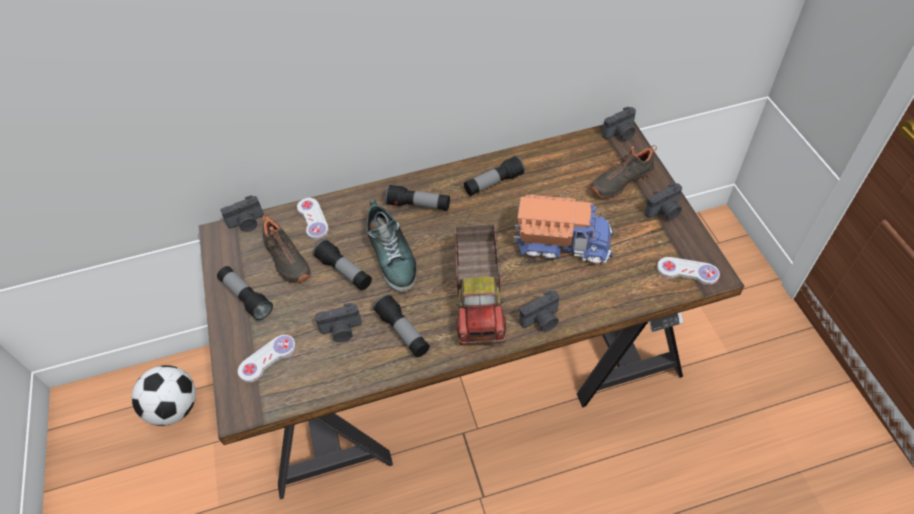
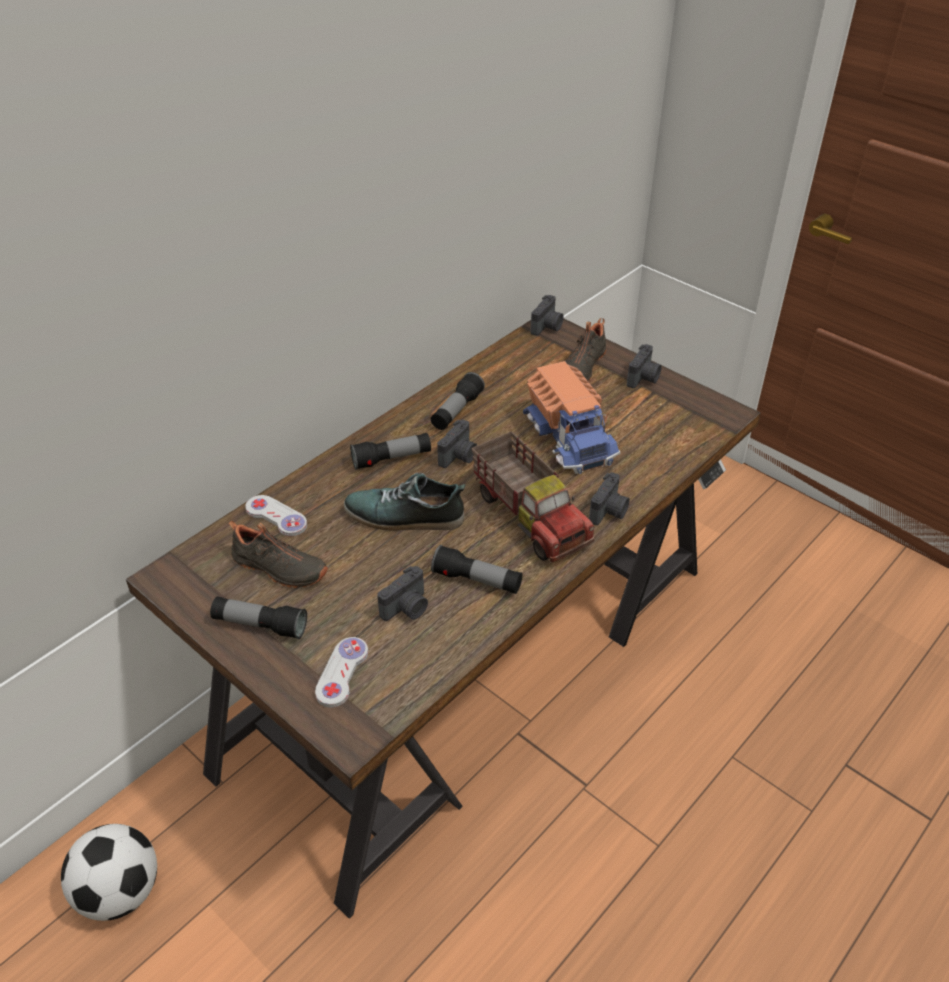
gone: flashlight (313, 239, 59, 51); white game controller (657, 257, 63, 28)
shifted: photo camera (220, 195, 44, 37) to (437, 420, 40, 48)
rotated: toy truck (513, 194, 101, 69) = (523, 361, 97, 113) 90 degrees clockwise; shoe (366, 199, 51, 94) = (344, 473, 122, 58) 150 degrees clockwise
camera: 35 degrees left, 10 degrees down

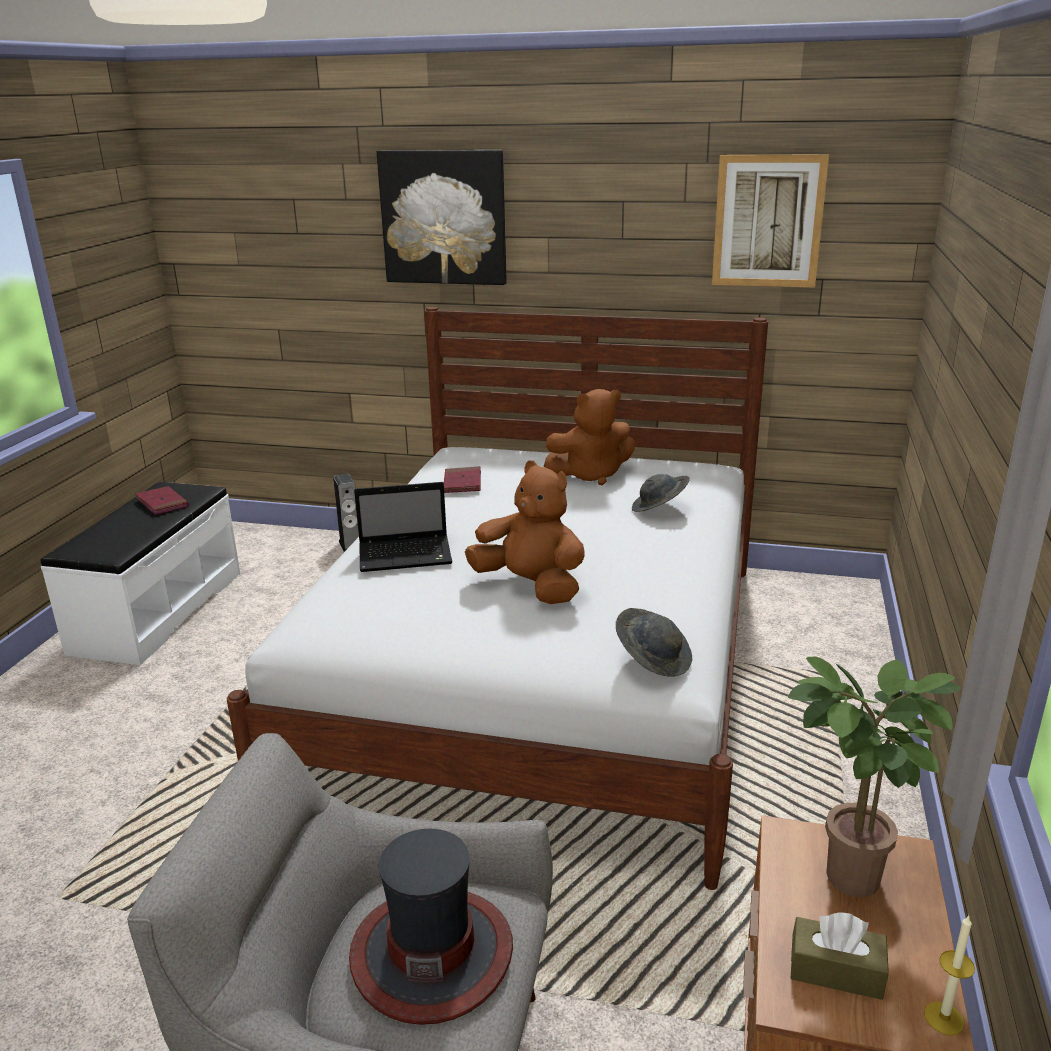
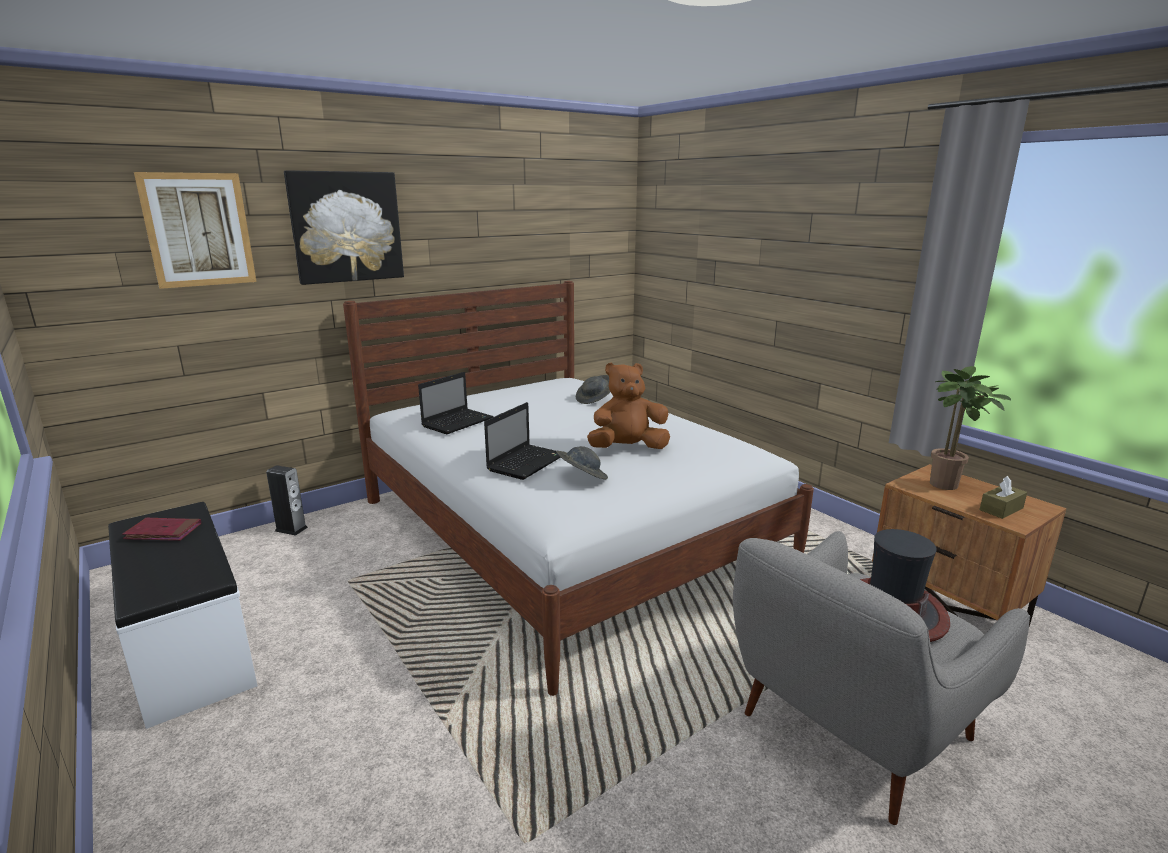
gone: brown plush toy (544, 389, 91, 96); candle (924, 915, 51, 120)
shifted: picture (712, 154, 117, 134) to (134, 172, 123, 117); grey hat (616, 608, 76, 69) to (556, 446, 52, 34)
swapped: red book (444, 467, 37, 26) to laptop (418, 372, 76, 62)
camera: 50 degrees left, 5 degrees down

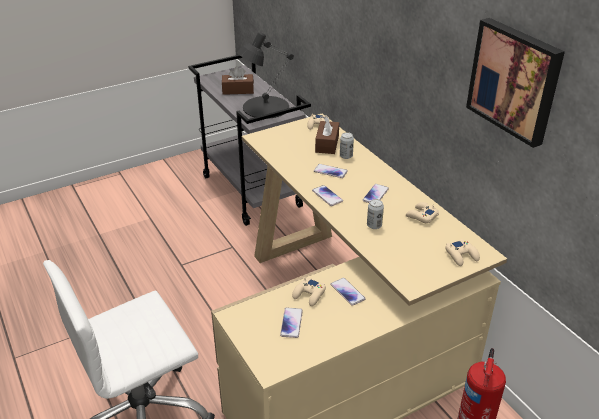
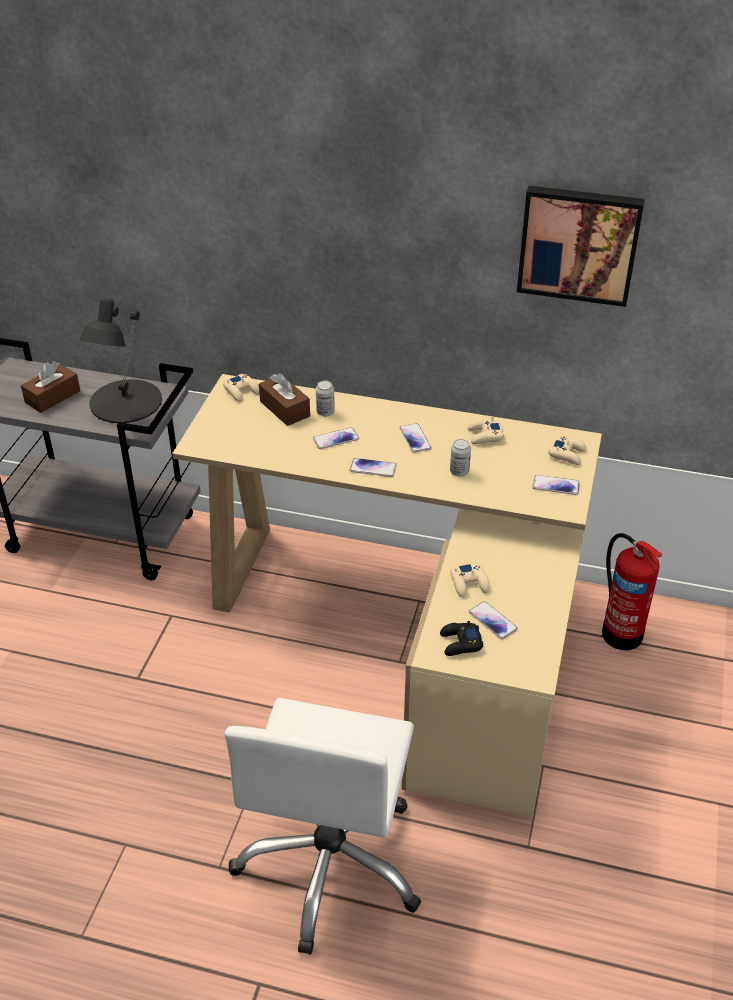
new: black game controller (440, 621, 43, 35)
shifted: phone (331, 278, 35, 28) to (533, 475, 47, 20)
camera: 45 degrees left, 5 degrees up

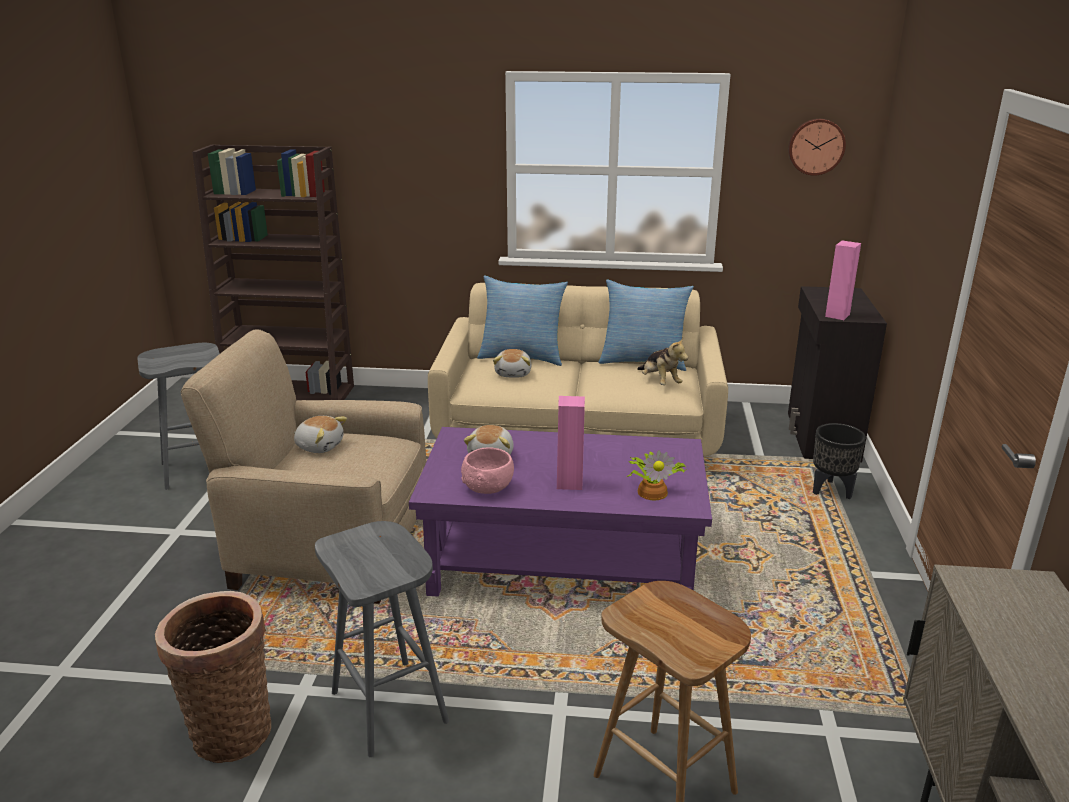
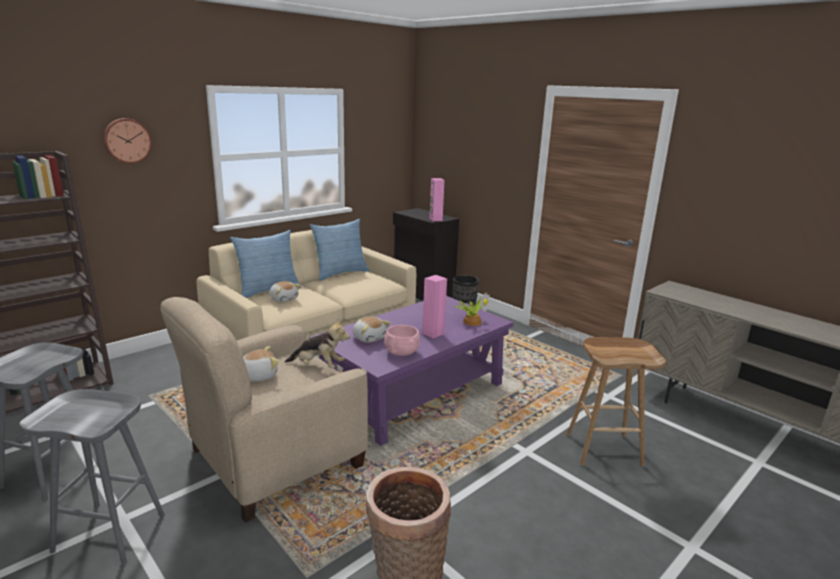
shifted: wall clock (788, 119, 58, 57) to (103, 118, 49, 46); plush toy (637, 338, 51, 47) to (285, 319, 65, 49); grey stool (315, 521, 134, 236) to (19, 389, 146, 176)
camera: 50 degrees left, 5 degrees down

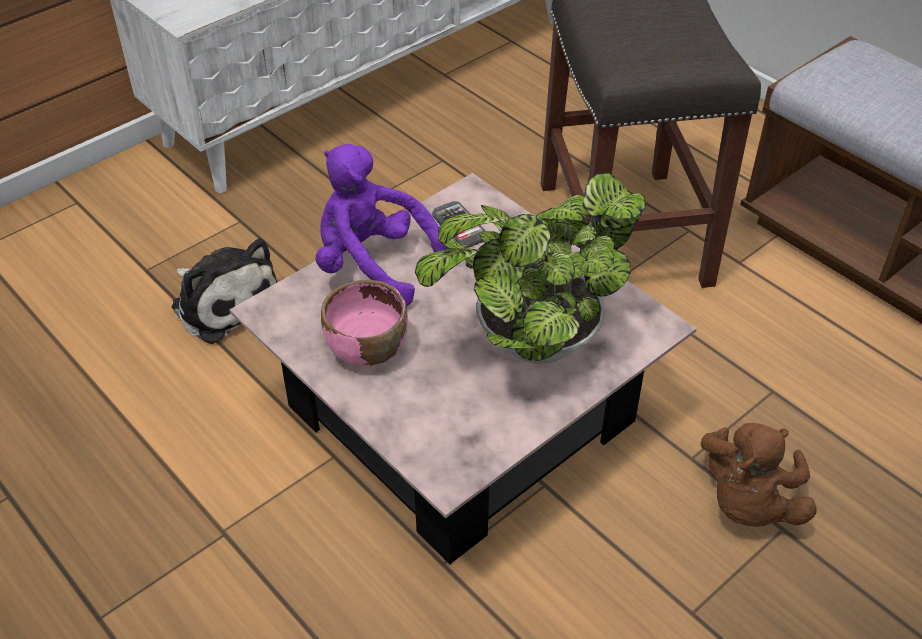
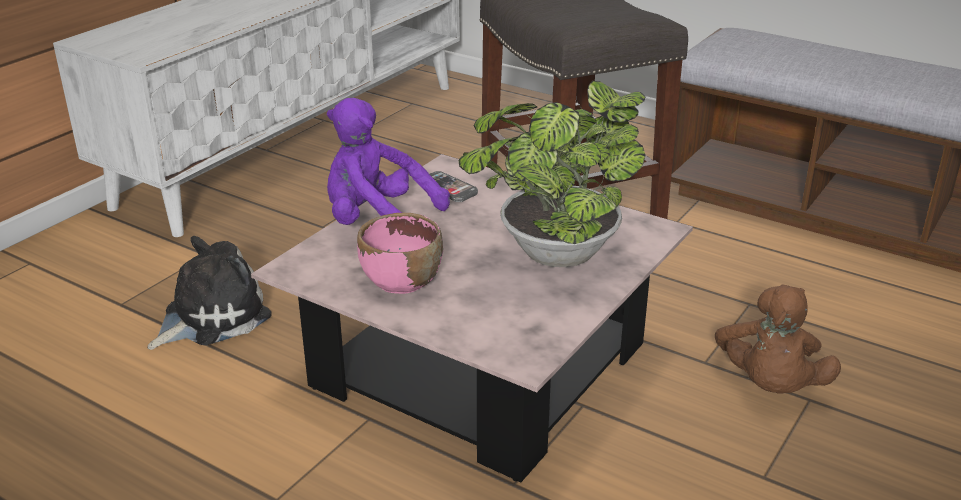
rotated: plush toy (172, 238, 105, 106) = (148, 236, 124, 114) 75 degrees counterclockwise
camera: 15 degrees left, 15 degrees down

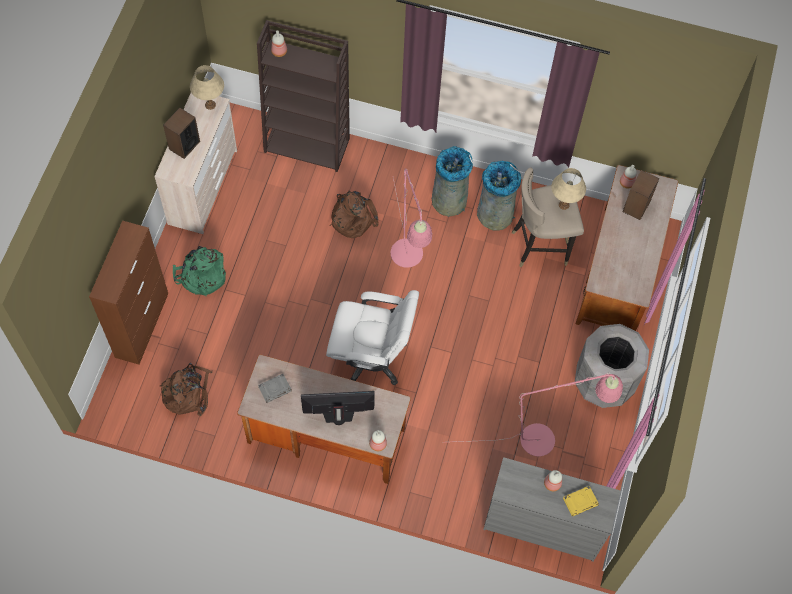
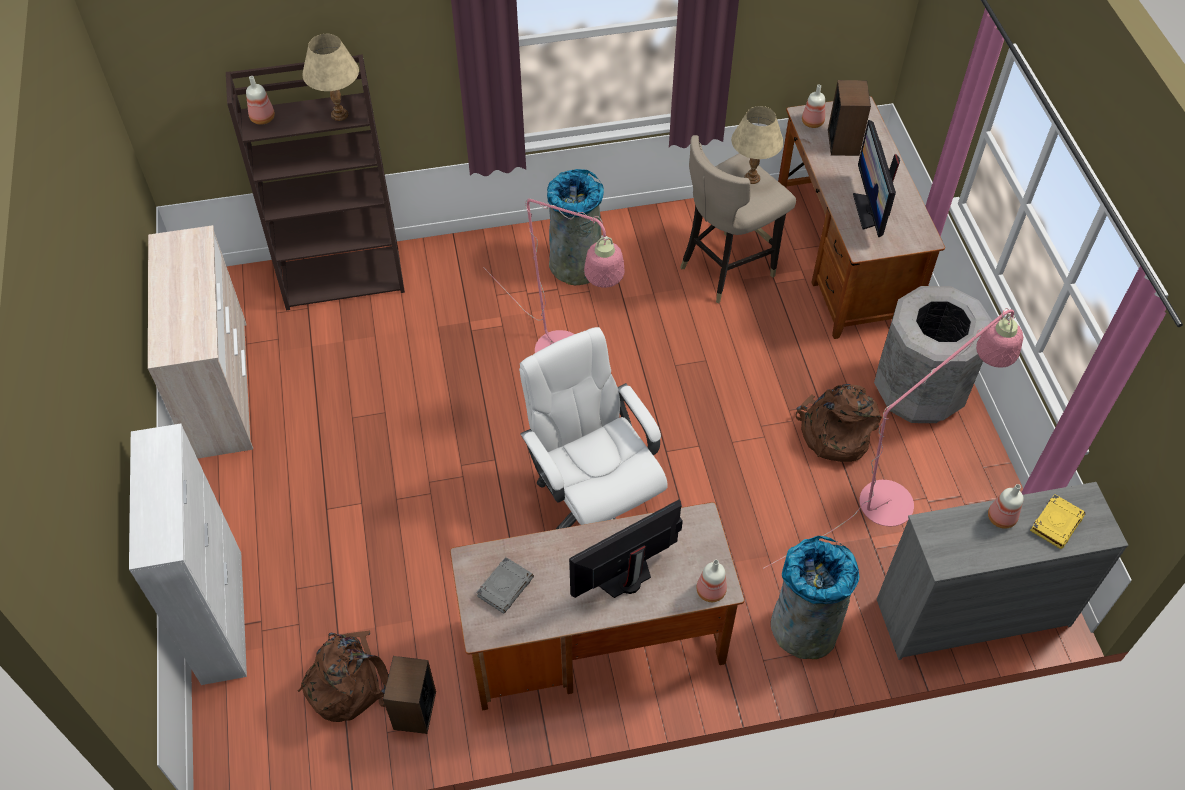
gone: green backpack (173, 246, 53, 50)
new: monitor (853, 120, 47, 117)
shifted: beige table lamp (190, 65, 34, 45) to (302, 34, 57, 87); speaker (163, 107, 37, 52) to (383, 656, 53, 78); grey trash can (477, 161, 44, 70) to (771, 536, 89, 123); brown backpack (329, 191, 50, 47) to (796, 384, 86, 78)
repainted: brown cabinet (89, 220, 79, 145) to white cabinet (129, 424, 118, 261)
rotated: white office chair (326, 290, 93, 95) = (519, 327, 149, 203) 105 degrees counterclockwise
camera: 25 degrees left, 10 degrees down

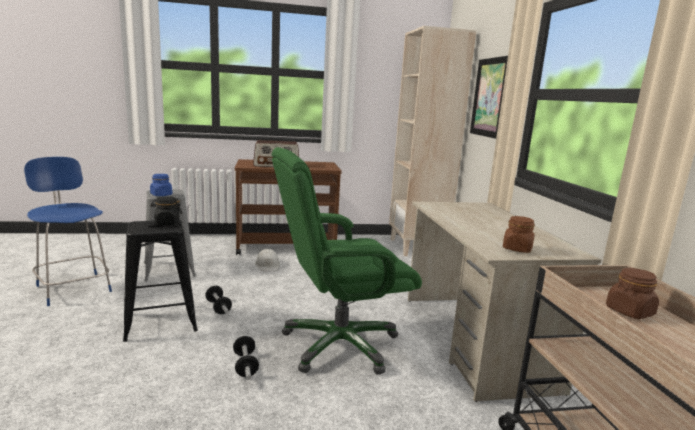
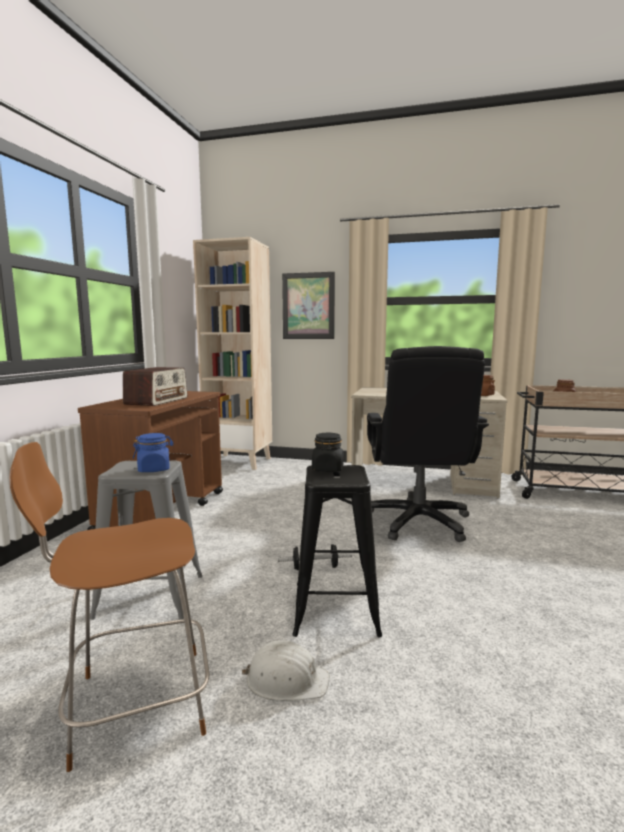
gone: dumbbell (233, 335, 26, 45)
shifted: white hard hat (255, 249, 25, 22) to (242, 640, 88, 61)
repainted: green office chair (272, 147, 150, 228) to black office chair (367, 346, 122, 196); blue stool (24, 157, 88, 149) to brown stool (9, 442, 200, 330)
camera: 65 degrees left, 5 degrees down

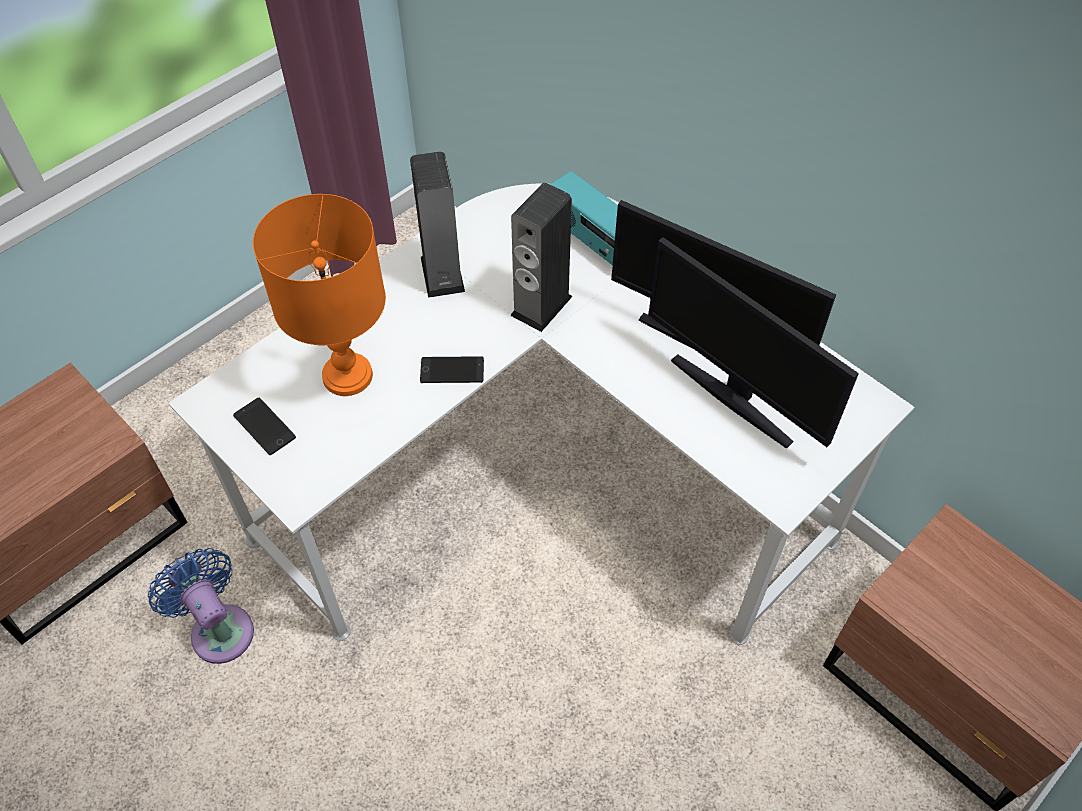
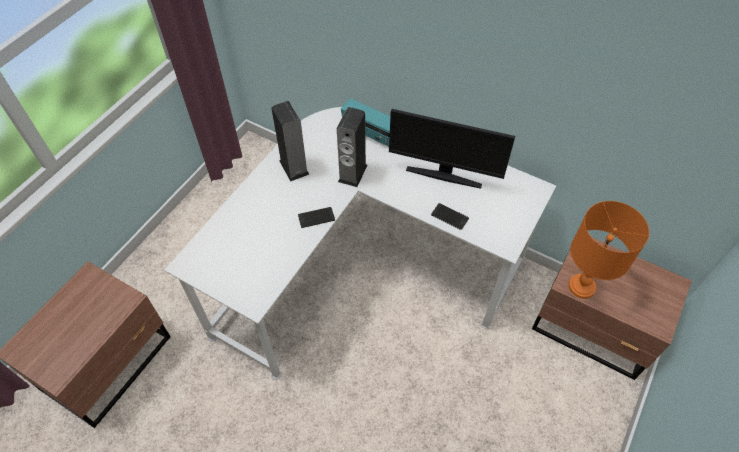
gone: monitor (648, 237, 211, 212); blue fan (148, 548, 106, 116)
shifted: orange table lamp (253, 194, 133, 202) to (568, 201, 81, 98); phone (233, 398, 63, 57) to (431, 203, 38, 27)
camera: 15 degrees left, 0 degrees up

